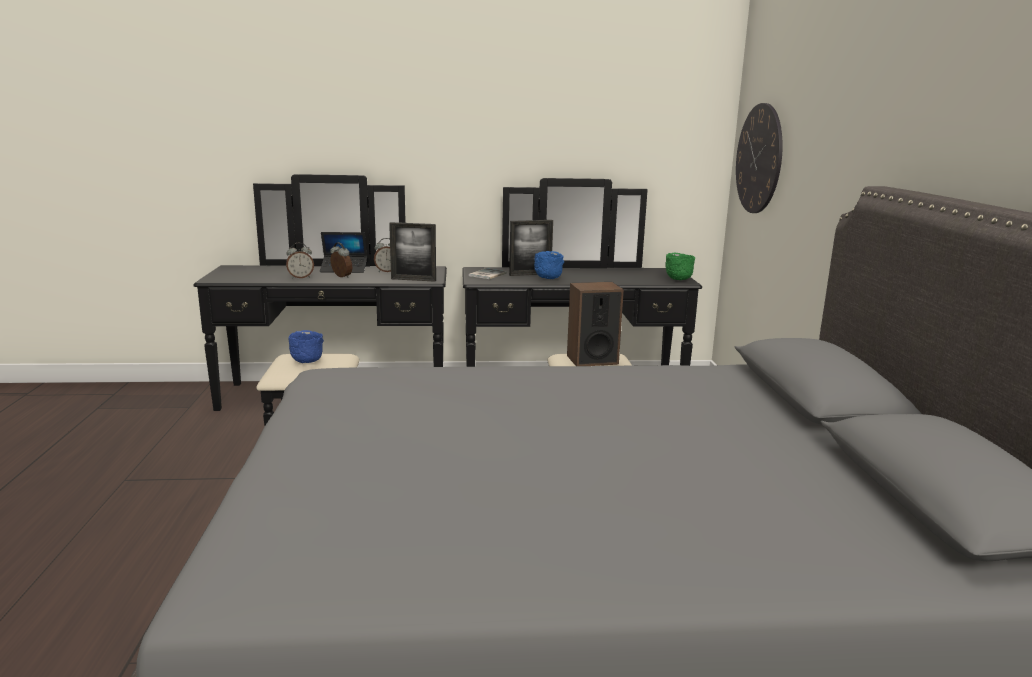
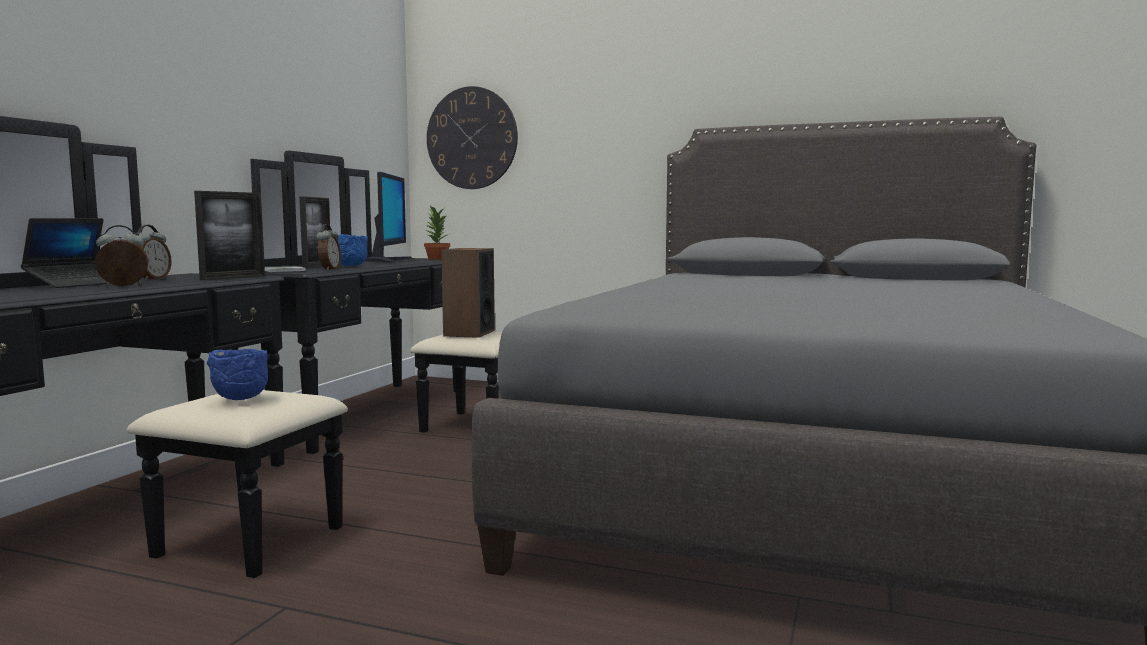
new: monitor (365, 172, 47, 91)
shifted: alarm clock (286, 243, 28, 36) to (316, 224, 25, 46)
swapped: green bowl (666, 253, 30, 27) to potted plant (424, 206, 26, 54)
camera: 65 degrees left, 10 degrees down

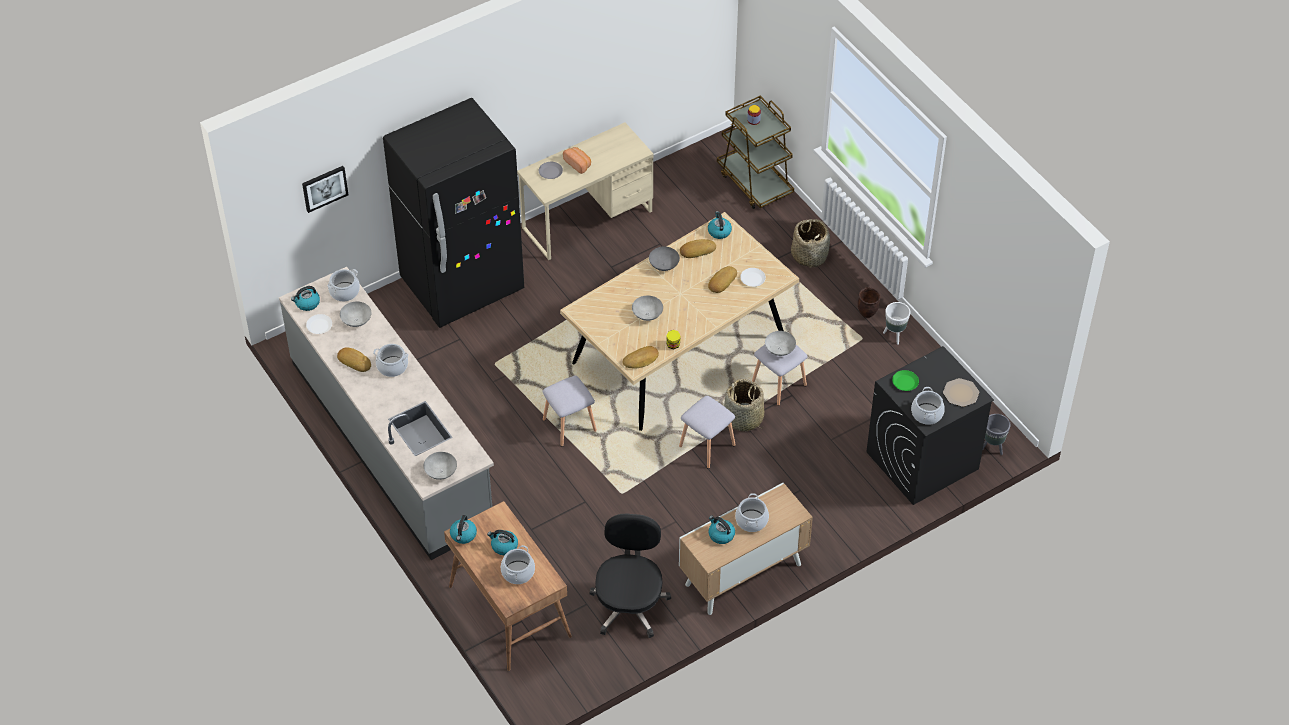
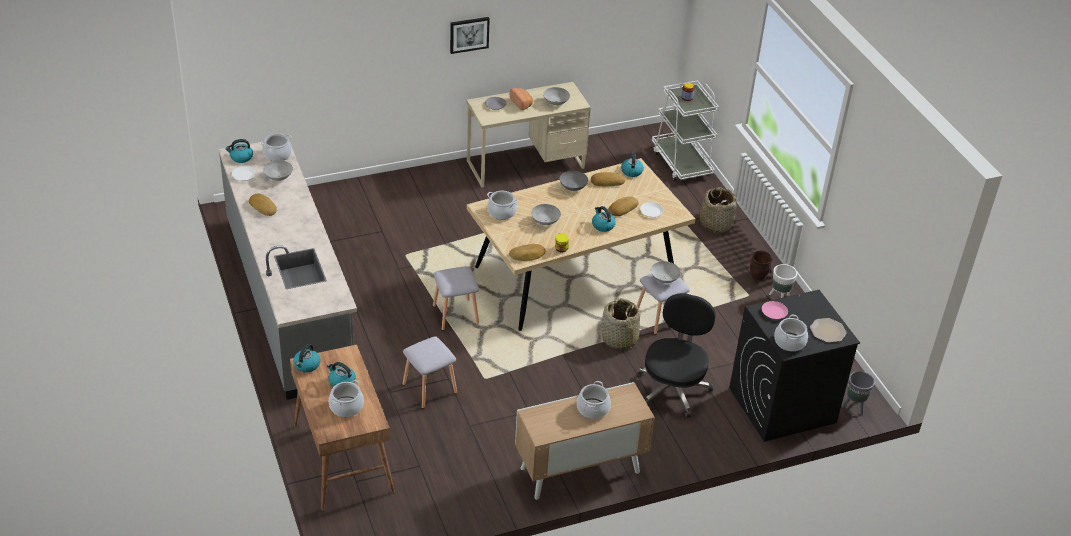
gone: black fridge (383, 98, 141, 230)
shifted: picture (302, 166, 47, 47) to (450, 17, 40, 37); cooking pot (373, 344, 35, 33) to (487, 191, 31, 29); grey stool (679, 396, 57, 73) to (403, 336, 54, 73); grey bowl (423, 452, 34, 28) to (543, 87, 27, 18); black office chair (589, 514, 82, 124) to (638, 293, 78, 125); kettle (708, 516, 27, 28) to (592, 206, 24, 26)
repainted: brown cart (717, 96, 77, 113) to white cart (652, 80, 67, 101); green plate (892, 370, 27, 21) to pink plate (762, 301, 26, 18)
camera: 10 degrees right, 10 degrees down

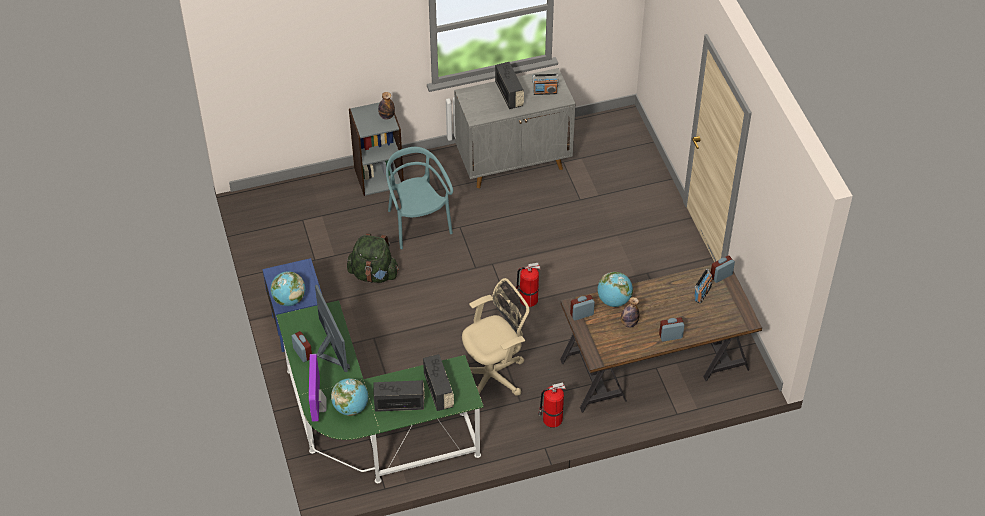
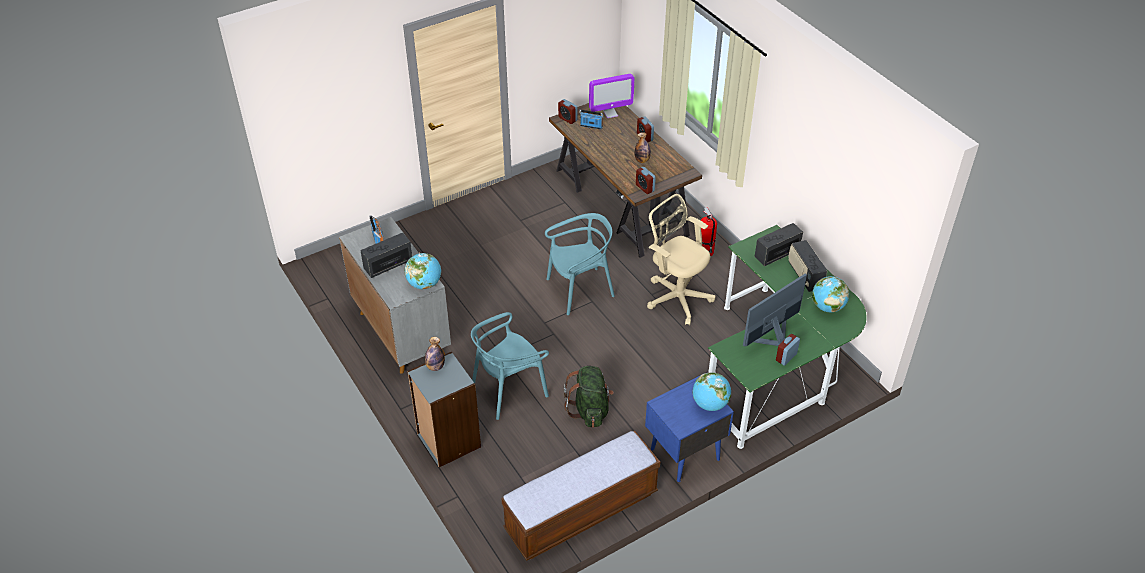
new: bench (501, 431, 159, 130)
shifted: globe (598, 272, 35, 35) to (405, 253, 36, 36); monitor (309, 354, 18, 68) to (589, 74, 46, 44)
swapped: fire extinguisher (515, 263, 25, 44) to turquoise chair (545, 213, 70, 102)
camera: 105 degrees left, 5 degrees down

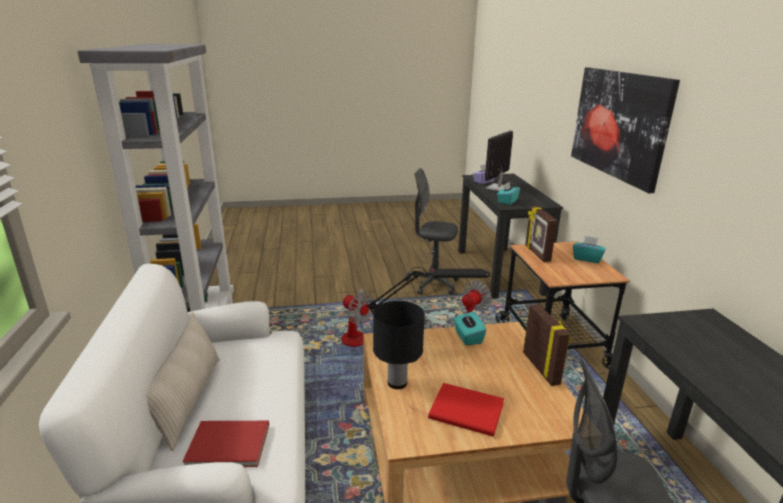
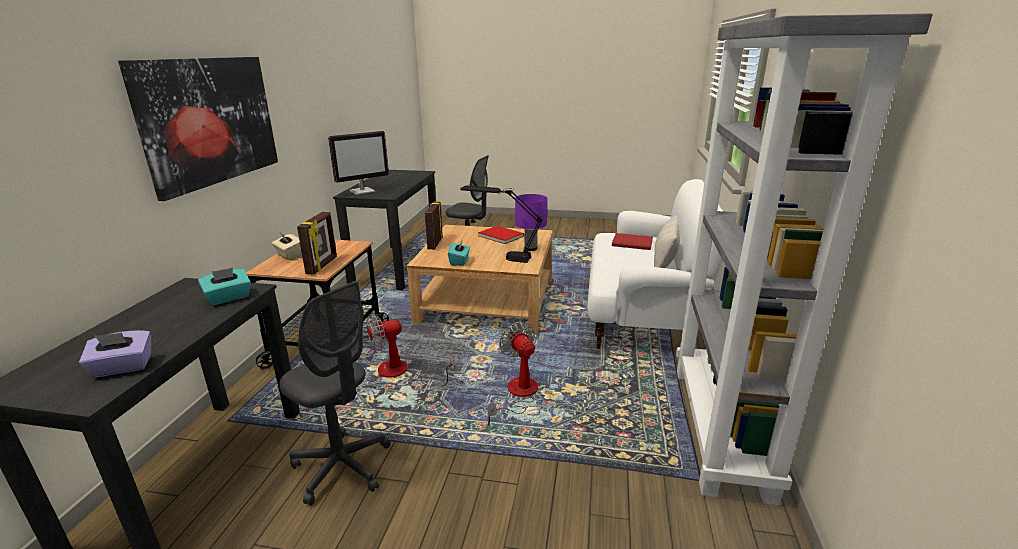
shifted: monitor (485, 131, 28, 60) to (328, 131, 61, 64)
repainted: turquoise tissue box (573, 236, 32, 28) to beige tissue box (272, 233, 30, 27); black table lamp (373, 301, 52, 88) to purple table lamp (515, 194, 33, 57)
camera: 160 degrees left, 0 degrees up

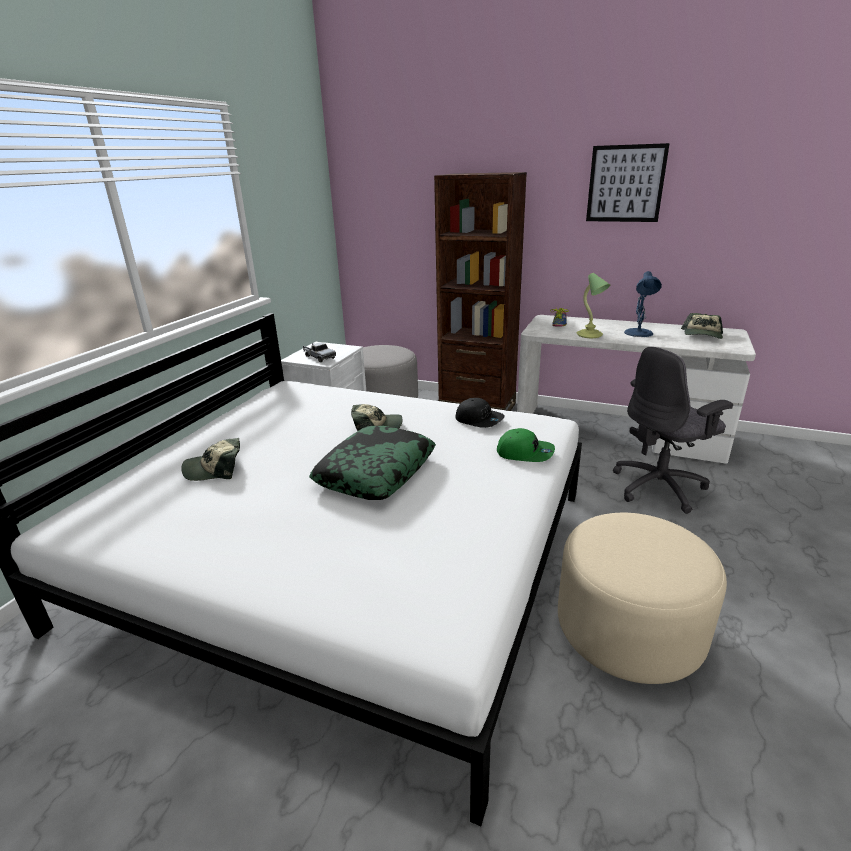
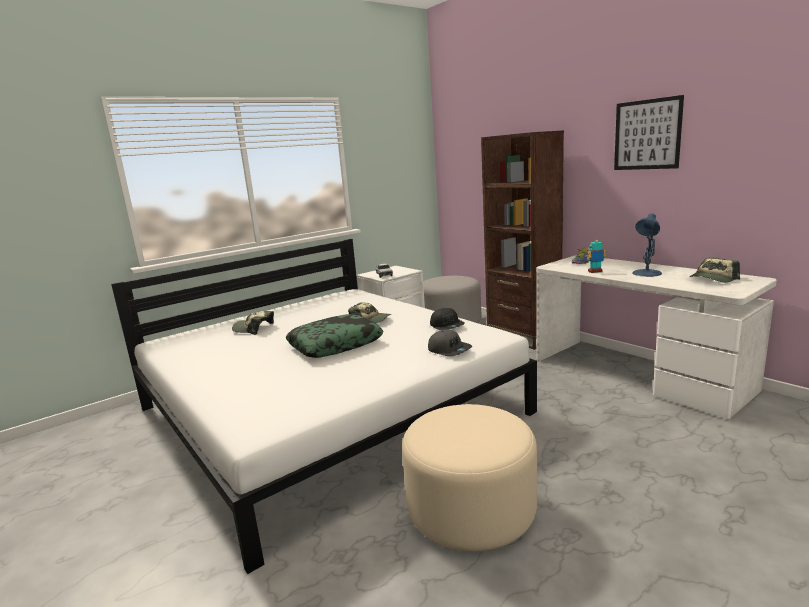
gone: grey office chair (613, 347, 120, 167)
swapped: table lamp (577, 273, 33, 65) to toy robot (587, 240, 19, 33)
repainted: green cap (497, 428, 58, 34) to grey cap (428, 330, 44, 26)
camera: 30 degrees right, 10 degrees down

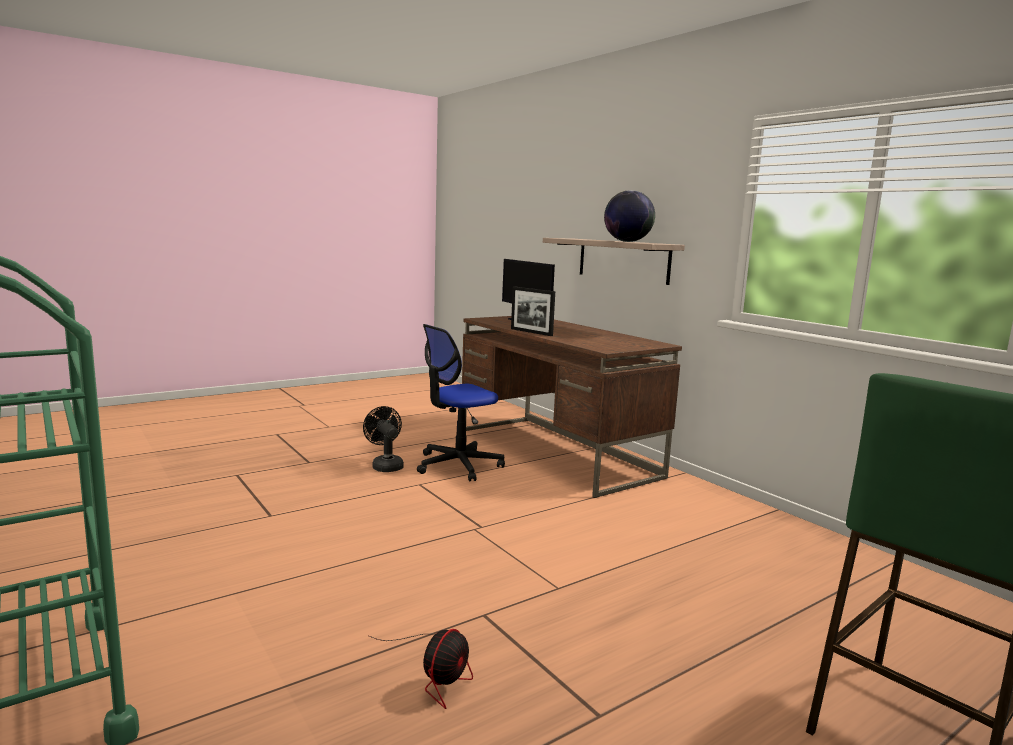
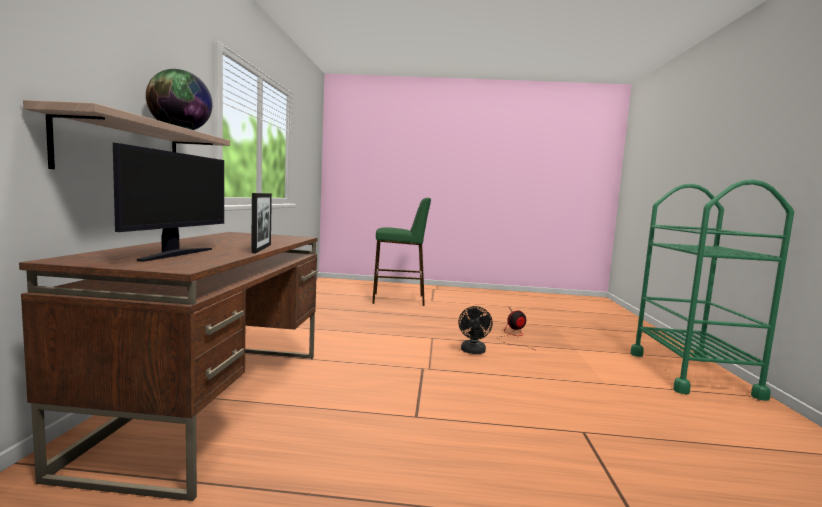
gone: office chair (417, 324, 88, 158)
shifted: black fan (363, 406, 41, 66) to (458, 306, 35, 48)
camera: 140 degrees left, 5 degrees down

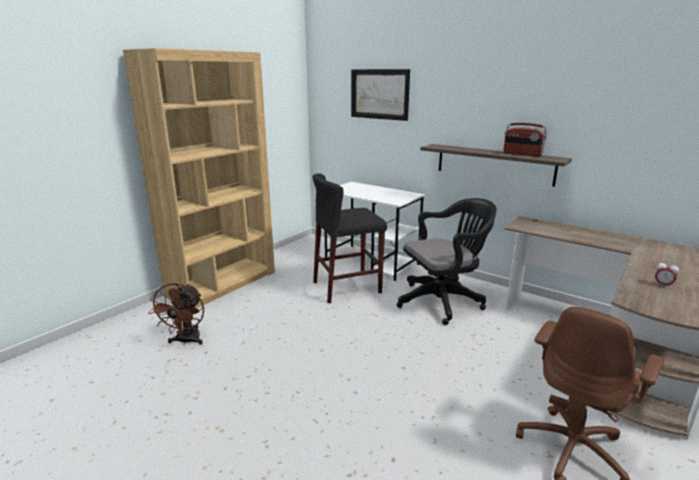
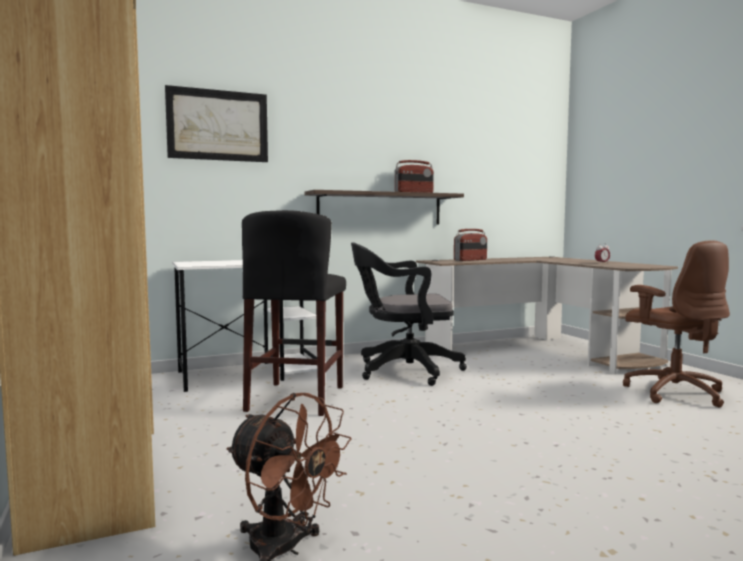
new: radio (454, 229, 33, 32)
rotated: black office chair (397, 198, 100, 127) = (351, 243, 116, 143) 105 degrees counterclockwise
camera: 60 degrees left, 15 degrees down

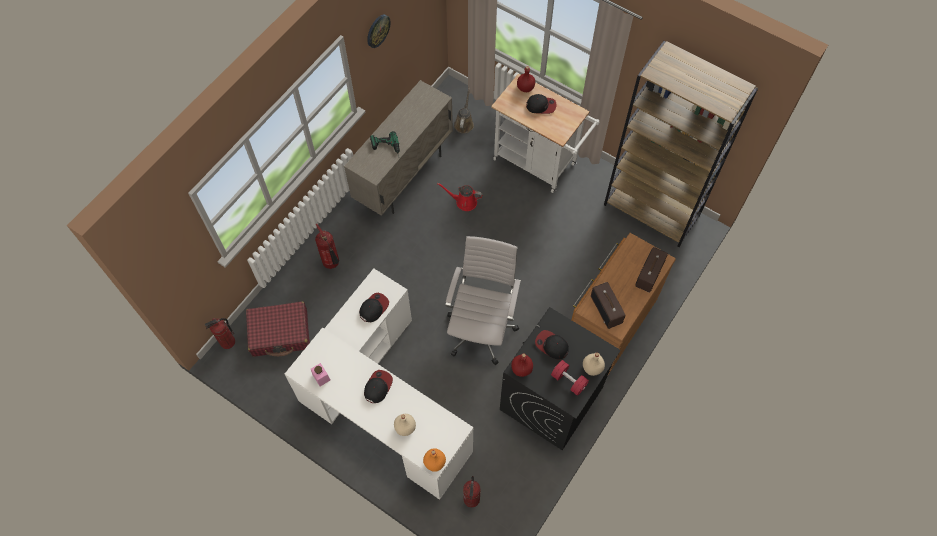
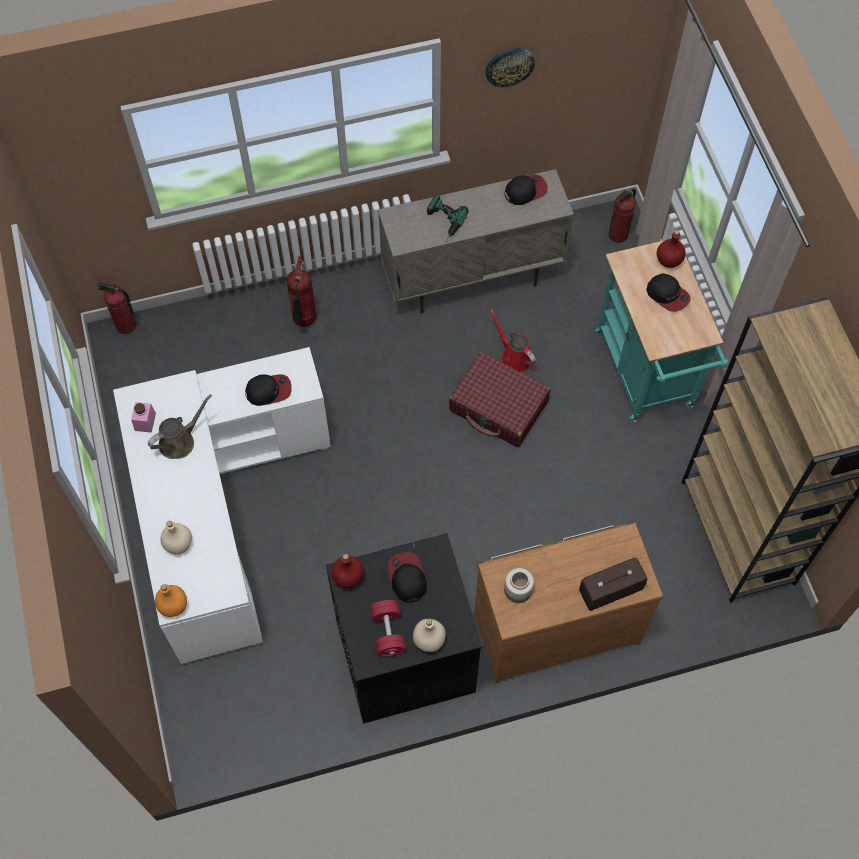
gone: white office chair (445, 236, 76, 129)
shifted: brown watering can (454, 87, 20, 47) to (148, 394, 64, 65); red suitcase (246, 301, 64, 56) to (449, 352, 101, 95); cap (364, 370, 29, 33) to (504, 174, 44, 31); fire extinguisher (463, 476, 18, 32) to (608, 189, 28, 54)
swapped: radio (591, 282, 34, 47) to jar (504, 568, 30, 35)
repainted: white cart (491, 73, 109, 120) to turquoise cart (594, 240, 135, 182)
camera: 40 degrees right, 0 degrees up

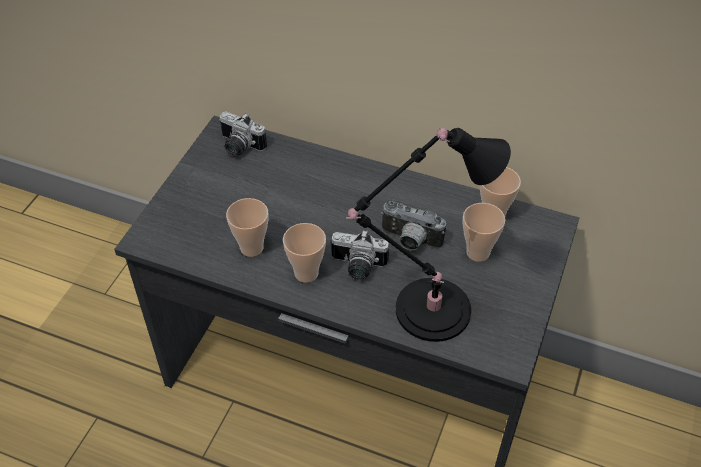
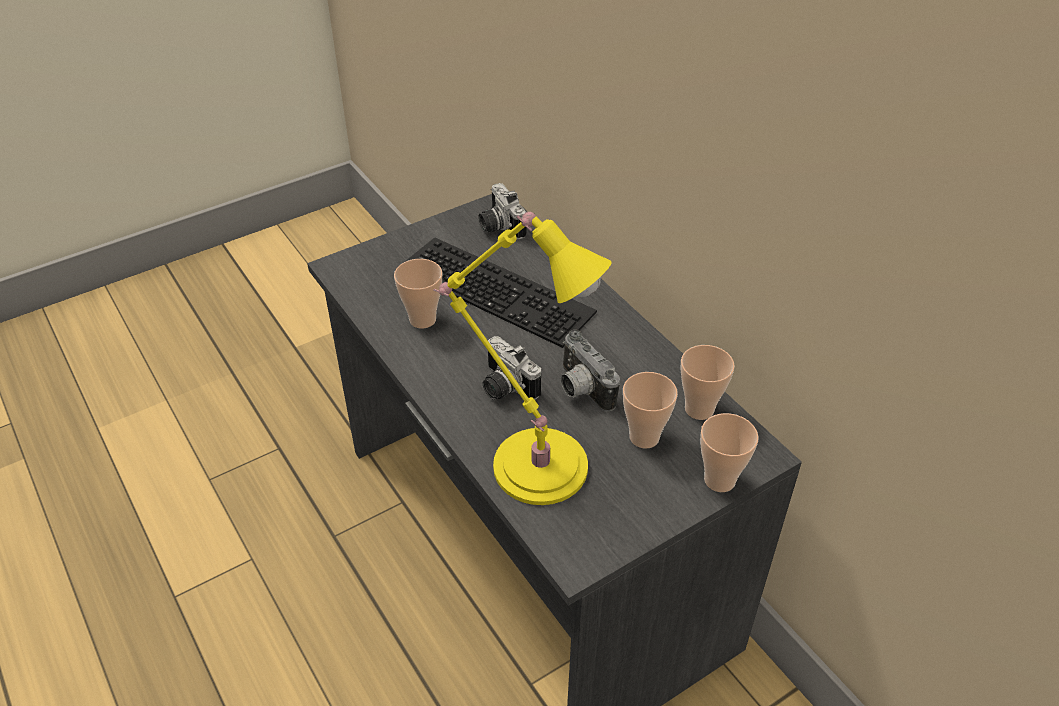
new: keyboard (405, 237, 192, 111)
shifted: cup (283, 223, 43, 60) to (700, 413, 59, 79)
repainted: black table lamp (346, 128, 165, 214) to yellow table lamp (434, 212, 178, 293)
camera: 35 degrees right, 5 degrees down

